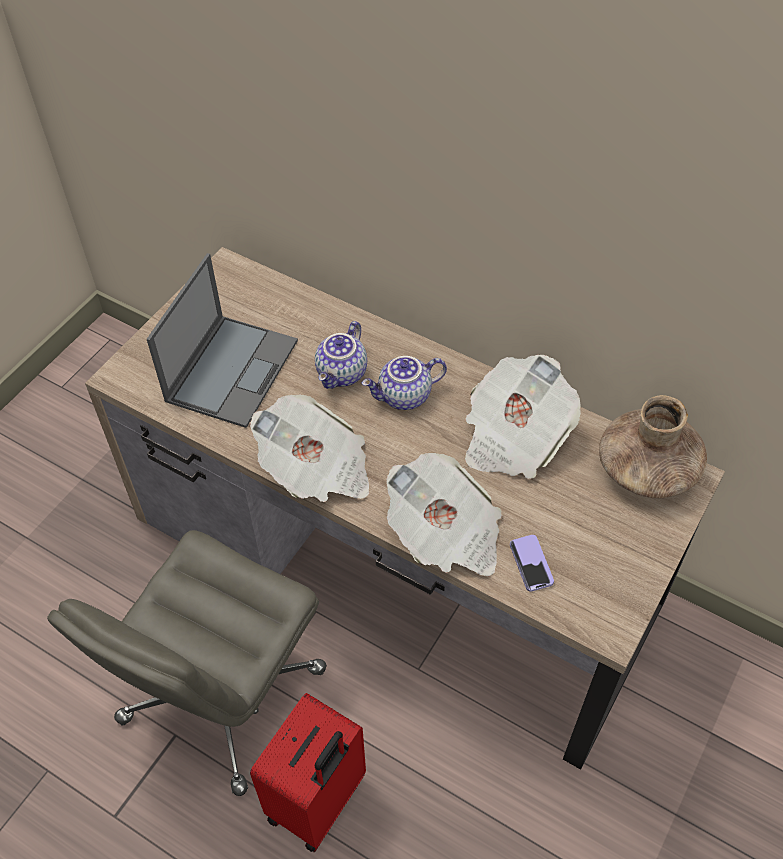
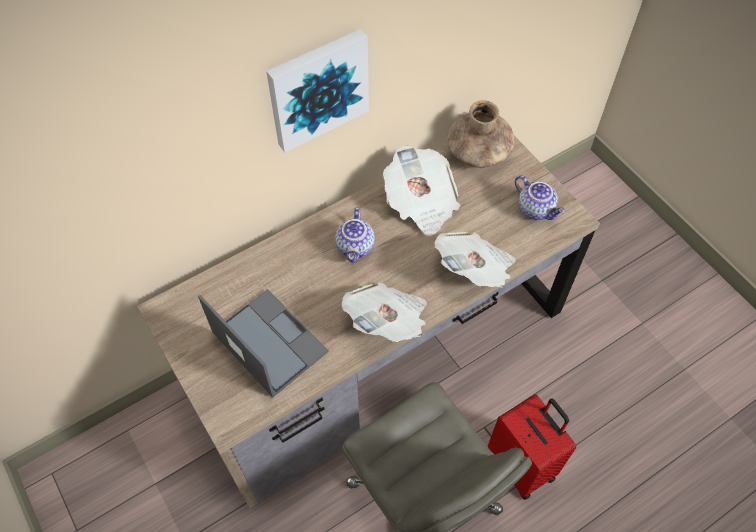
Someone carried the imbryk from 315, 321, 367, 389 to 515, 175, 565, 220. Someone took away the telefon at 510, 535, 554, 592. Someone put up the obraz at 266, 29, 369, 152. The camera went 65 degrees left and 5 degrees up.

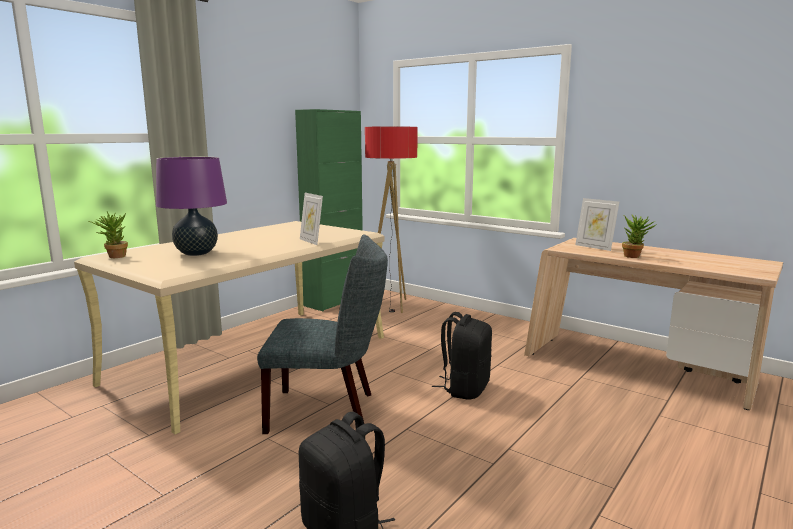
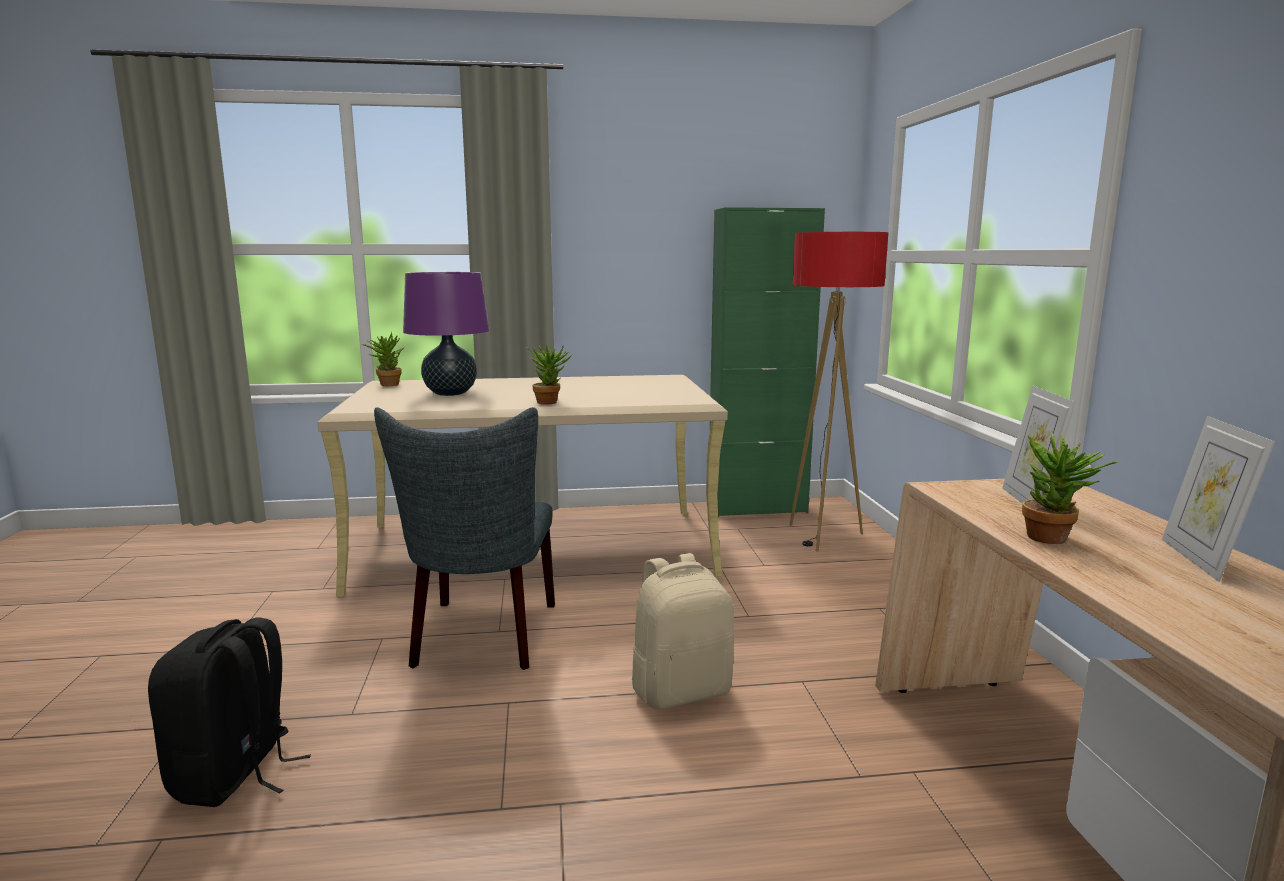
Someone carried the ramka na zdjęcie from 300, 193, 323, 245 to 1162, 416, 1275, 582. Someone rotated the krzesło [szary] at 257, 235, 388, 434 by 45 degrees clockwise. Someone repainted the plecak [czarny] at 432, 312, 492, 400, which became the plecak [beżowy] at 631, 553, 734, 710. Someone put down the roślina doniczkowa at 527, 345, 572, 405. The camera went 45 degrees right and 0 degrees up.

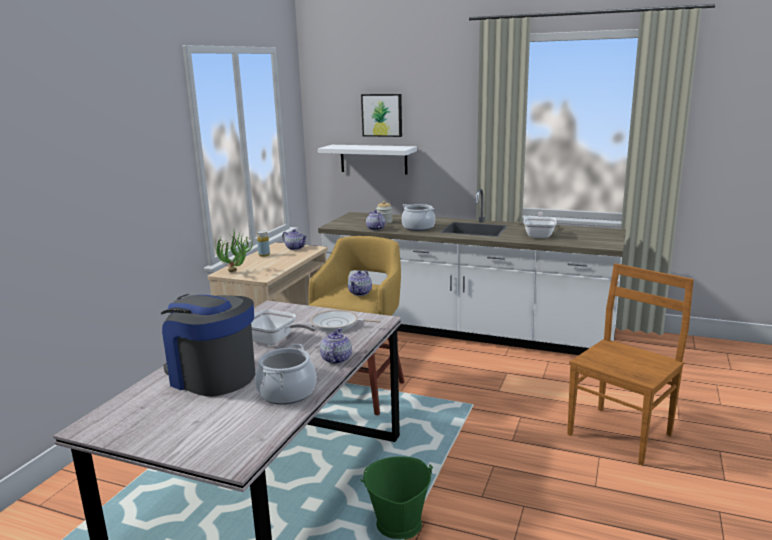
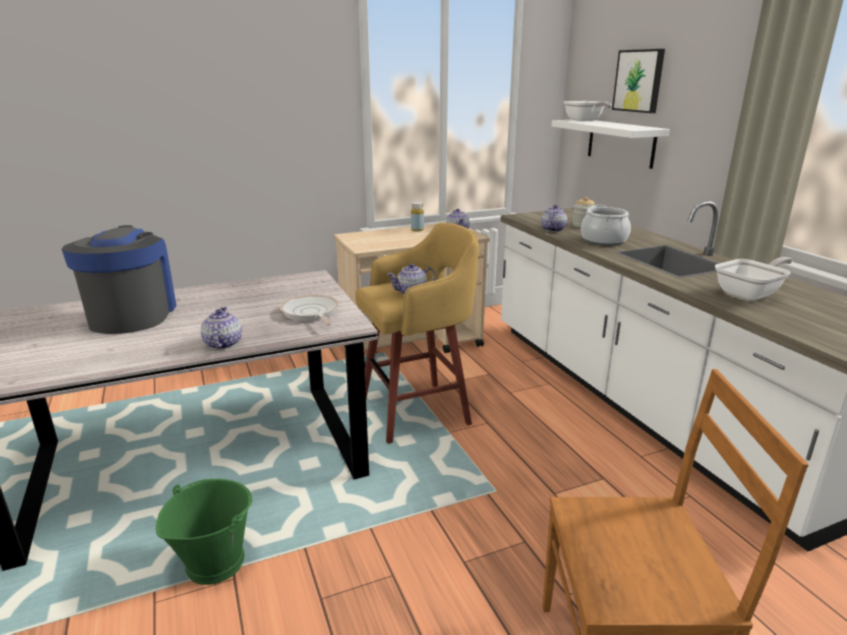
Someone took away the roślina doniczkowa at 215, 232, 253, 272. Someone carried the patelnia from 251, 310, 317, 345 to 564, 101, 612, 121. Someone rotated the imbryk at 320, 328, 352, 364 by 60 degrees counterclockwise. Someone took away the garnek at 255, 344, 316, 405. The camera went 45 degrees right and 5 degrees up.

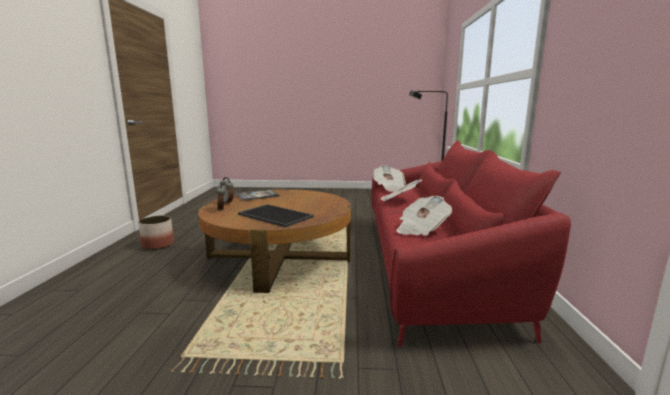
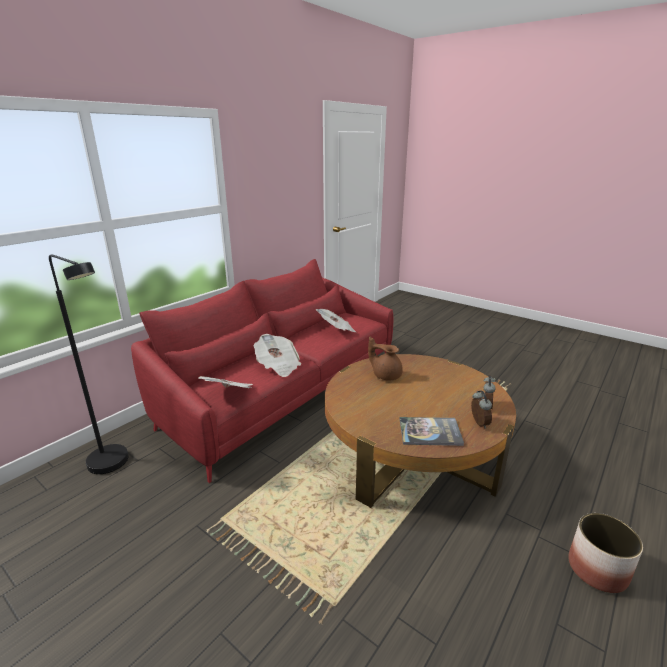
Someone took away the taca at 238, 204, 314, 228. Someone put down the imbryk [brązowy] at 368, 337, 403, 381. The camera went 145 degrees left and 10 degrees up.

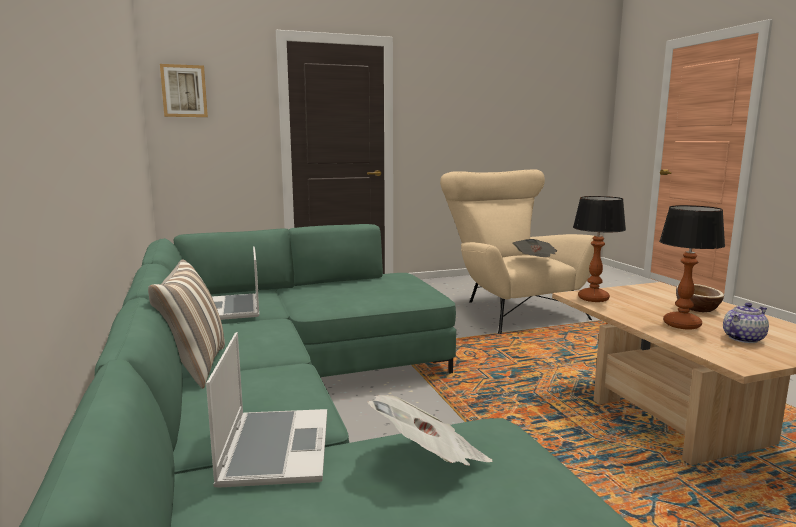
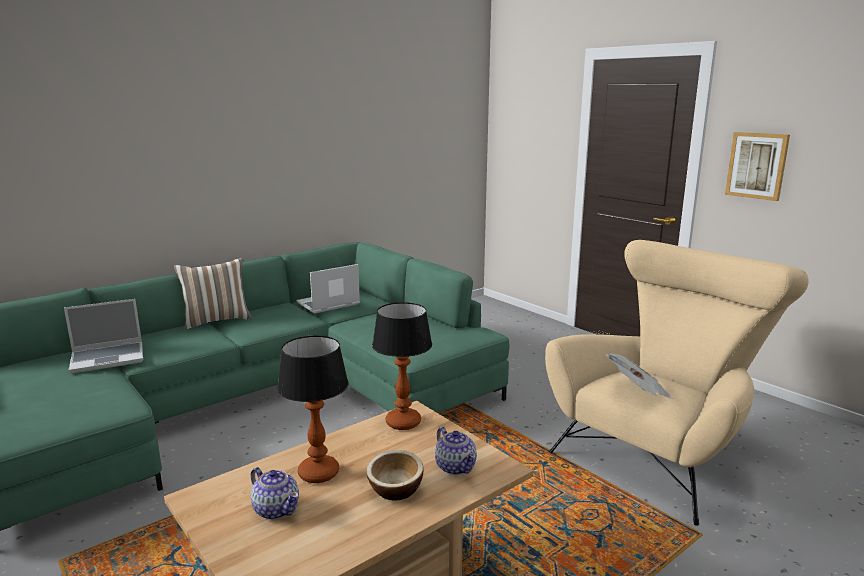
Someone carried the obraz from 160, 64, 208, 117 to 725, 132, 790, 201. Someone took away the gazeta at 367, 395, 493, 466. Someone put down the imbryk at 435, 427, 477, 475. The camera went 70 degrees right and 5 degrees up.

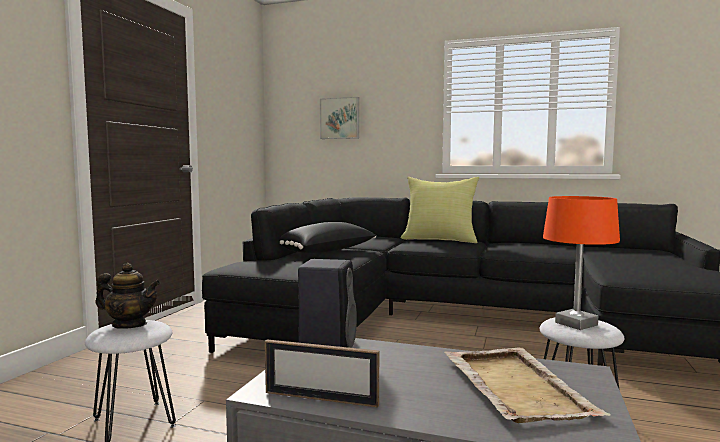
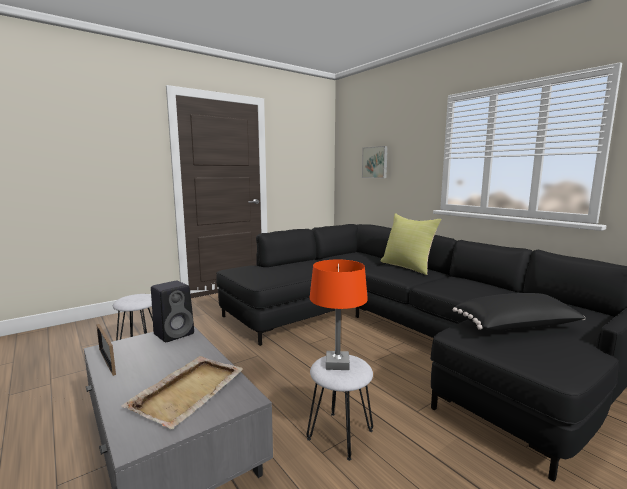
Someone carried the poduszka [czarny] from 280, 222, 376, 253 to 452, 293, 586, 331. Someone took away the imbryk at 95, 263, 161, 329. The camera went 35 degrees right and 5 degrees up.

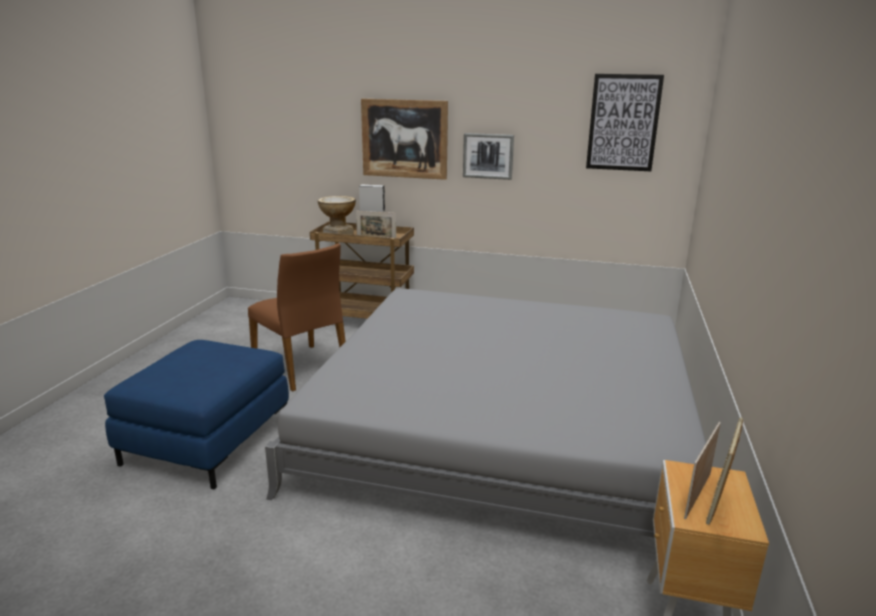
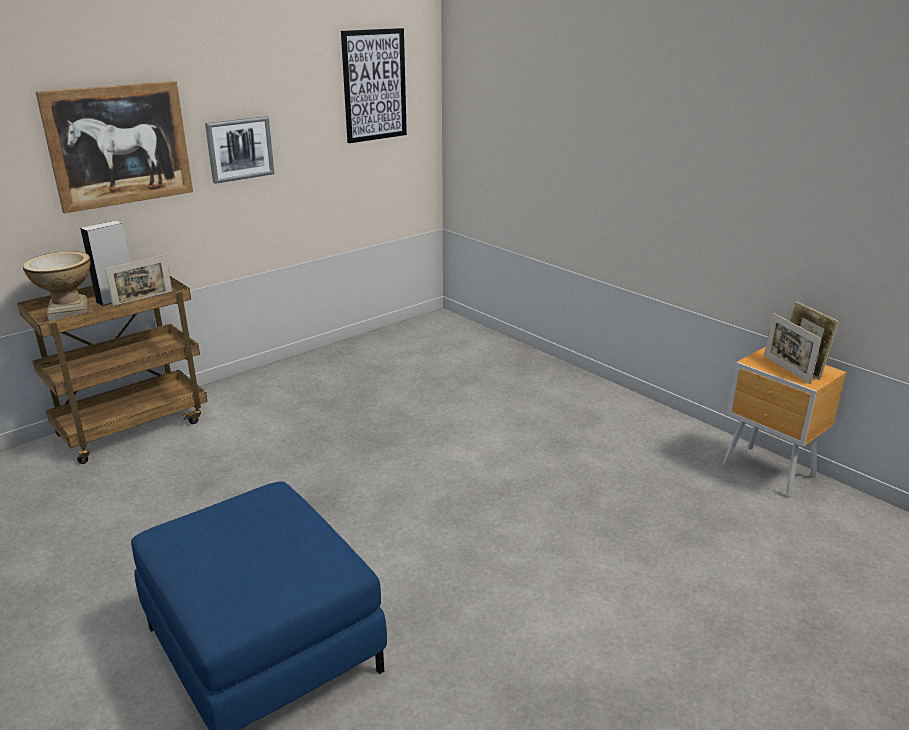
Someone took away the krzesło [brązowy] at 248, 243, 346, 392. Someone took away the łóżko [szary] at 265, 289, 706, 538. The camera went 55 degrees left and 5 degrees up.

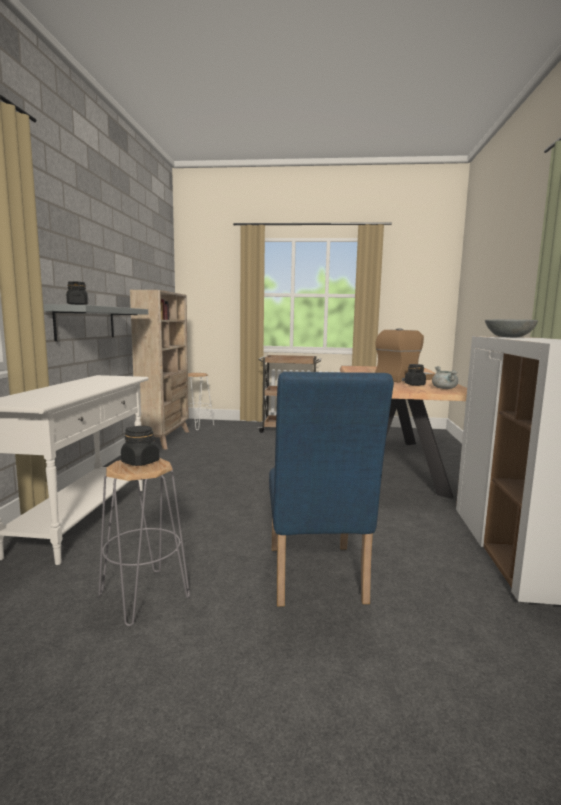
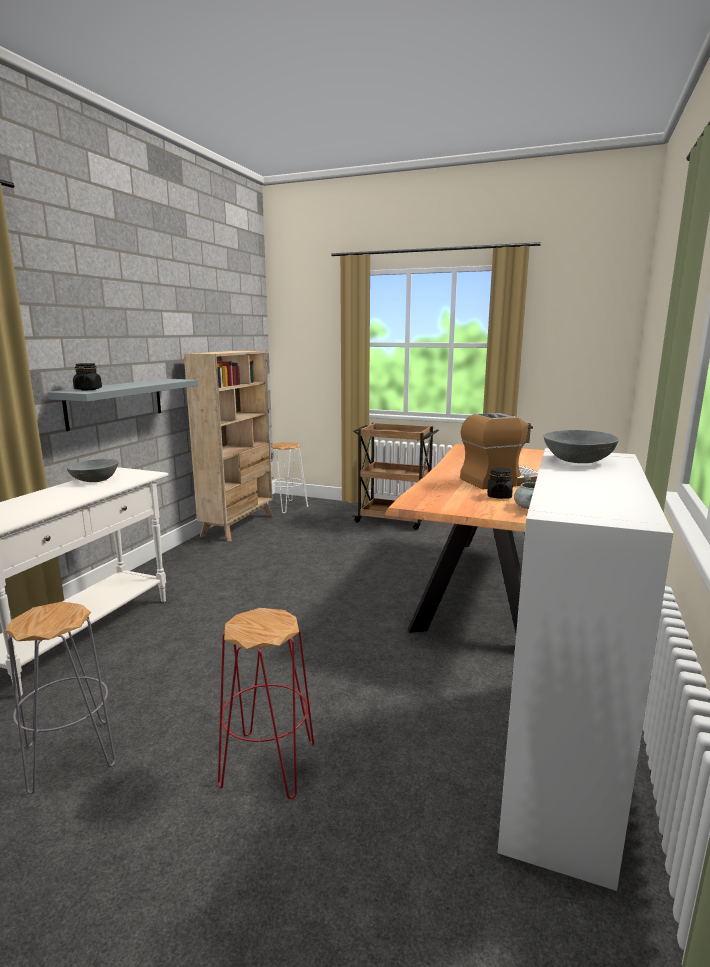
Someone swapped the krzesło [niebieski] at 269, 372, 394, 607 for the stołek [czerwony] at 218, 608, 314, 799. Someone took away the słoik [czarny] at 121, 426, 159, 466. Someone put down the miska [szary] at 67, 459, 119, 482. The camera went 15 degrees right and 5 degrees up.

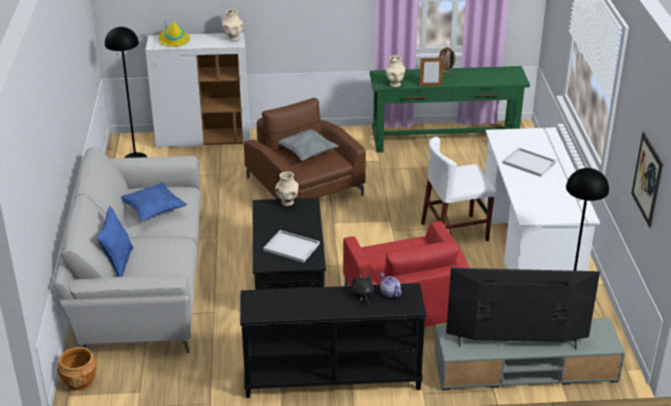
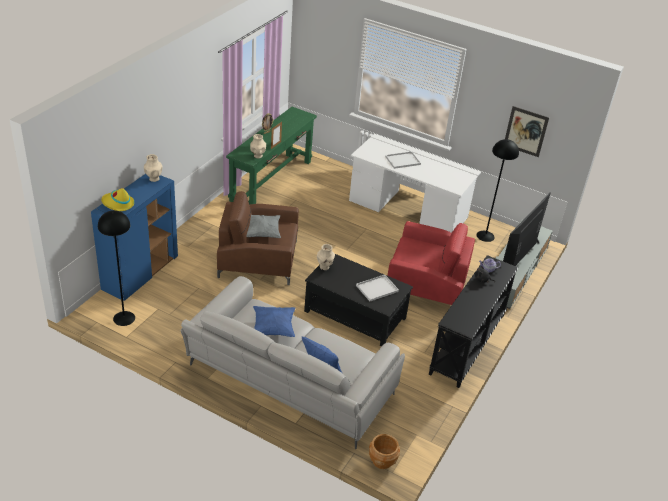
Someone repainted the szafka [biały] at 145, 33, 250, 148, which became the szafka [niebieski] at 91, 174, 178, 301. Someone took away the krzesło [biały] at 421, 137, 496, 241. The camera went 60 degrees left and 5 degrees up.

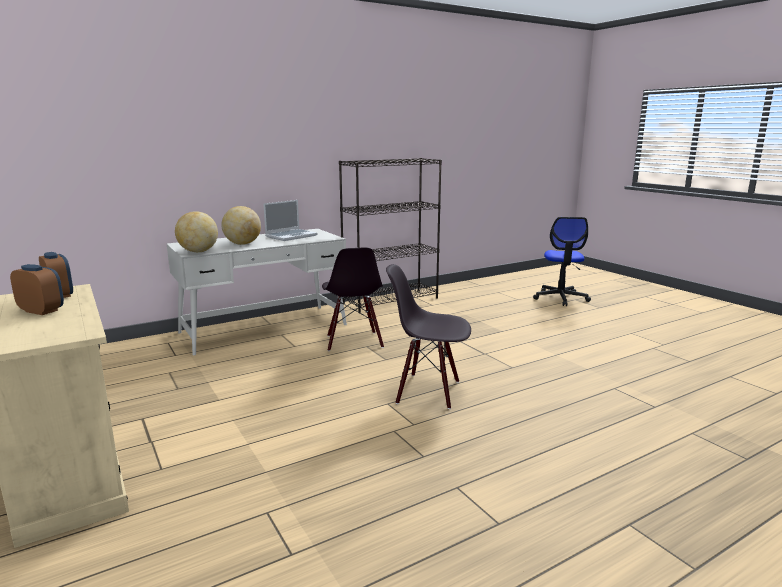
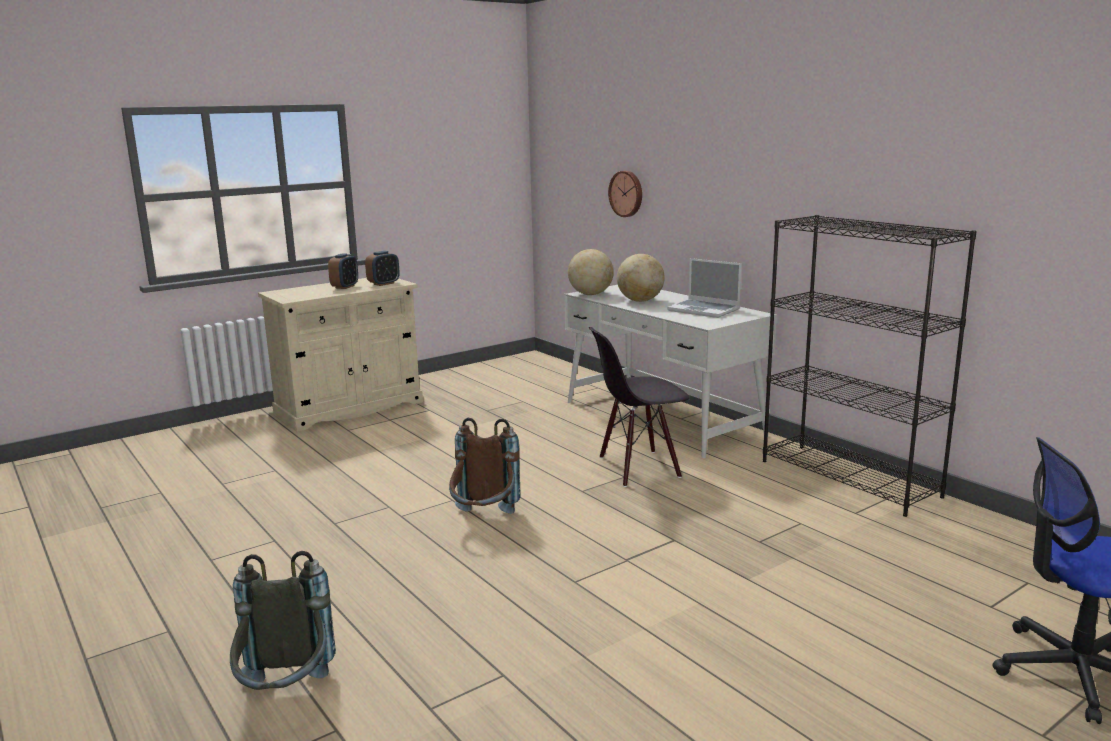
Someone swapped the krzesło [czarny] at 386, 264, 471, 409 for the plecak [brązowy] at 449, 418, 521, 514. Someone put up the zegar ścienny at 608, 171, 642, 217. Someone put down the plecak [szary] at 230, 551, 336, 690. The camera went 85 degrees right and 0 degrees up.

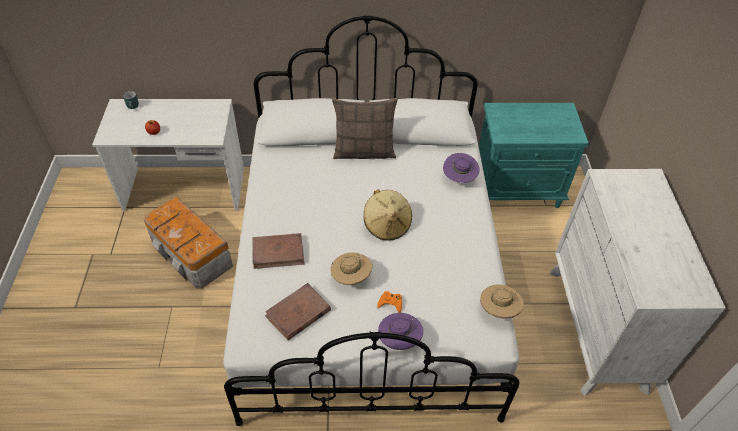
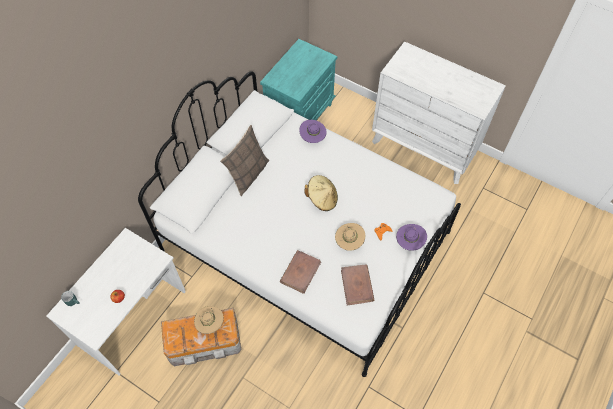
Someone carried the kapelusz [beżowy] from 480, 285, 524, 318 to 194, 306, 224, 334. The camera went 55 degrees left and 10 degrees up.

